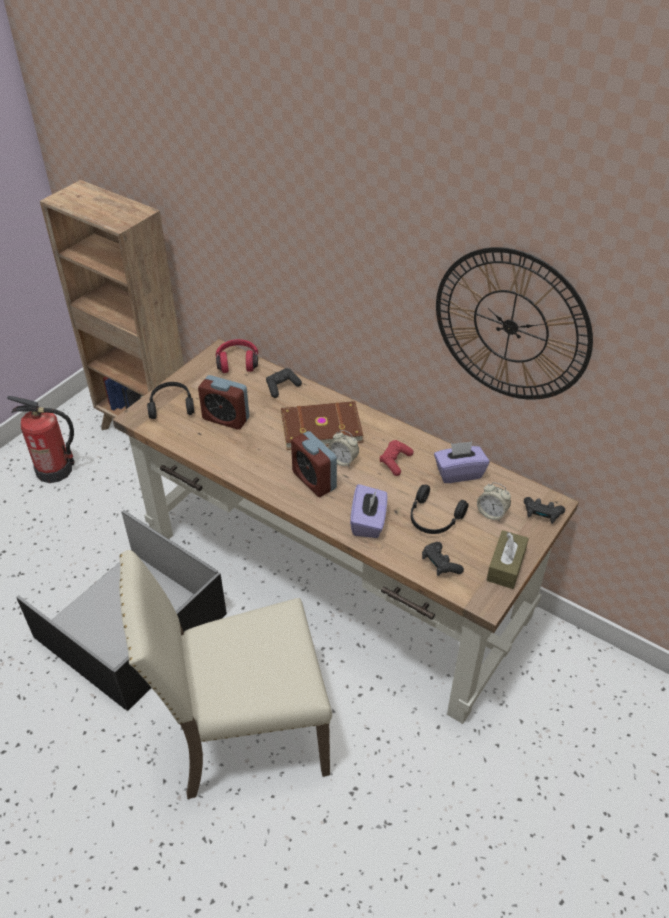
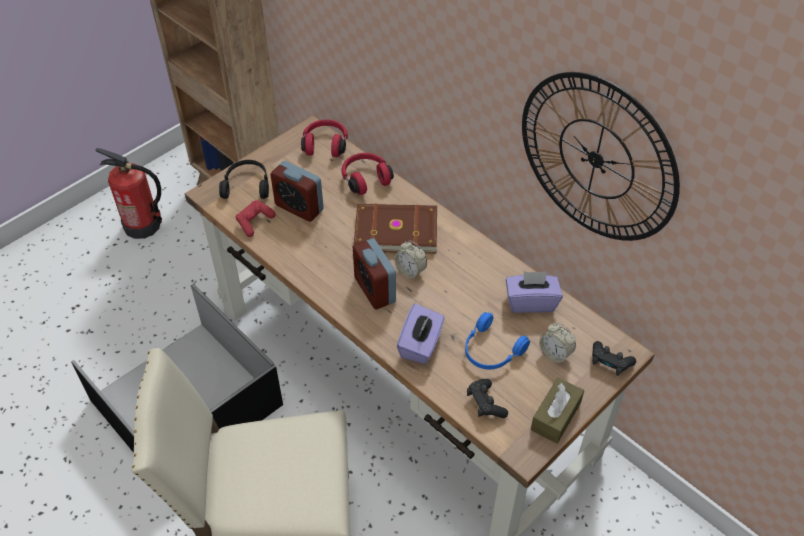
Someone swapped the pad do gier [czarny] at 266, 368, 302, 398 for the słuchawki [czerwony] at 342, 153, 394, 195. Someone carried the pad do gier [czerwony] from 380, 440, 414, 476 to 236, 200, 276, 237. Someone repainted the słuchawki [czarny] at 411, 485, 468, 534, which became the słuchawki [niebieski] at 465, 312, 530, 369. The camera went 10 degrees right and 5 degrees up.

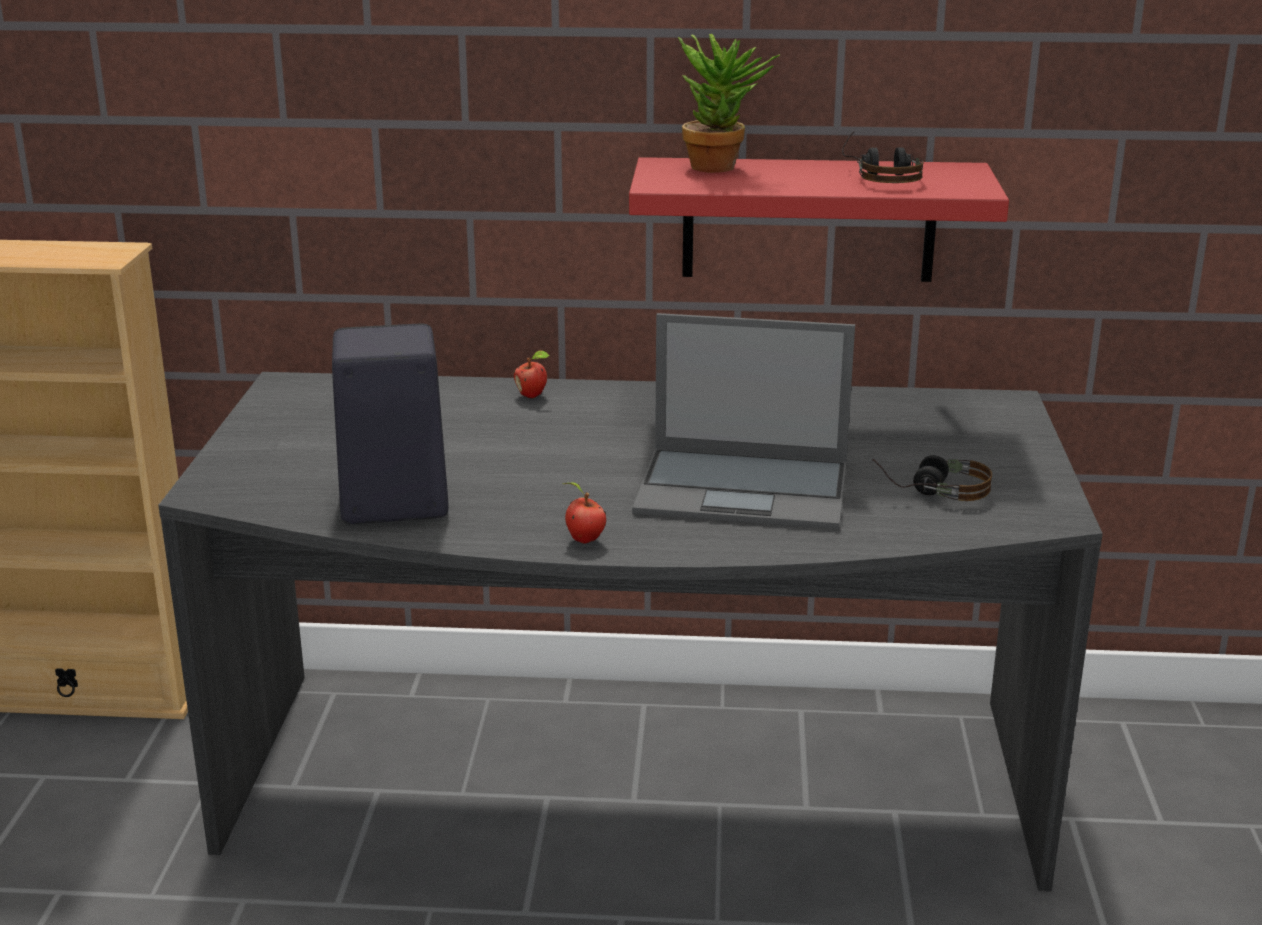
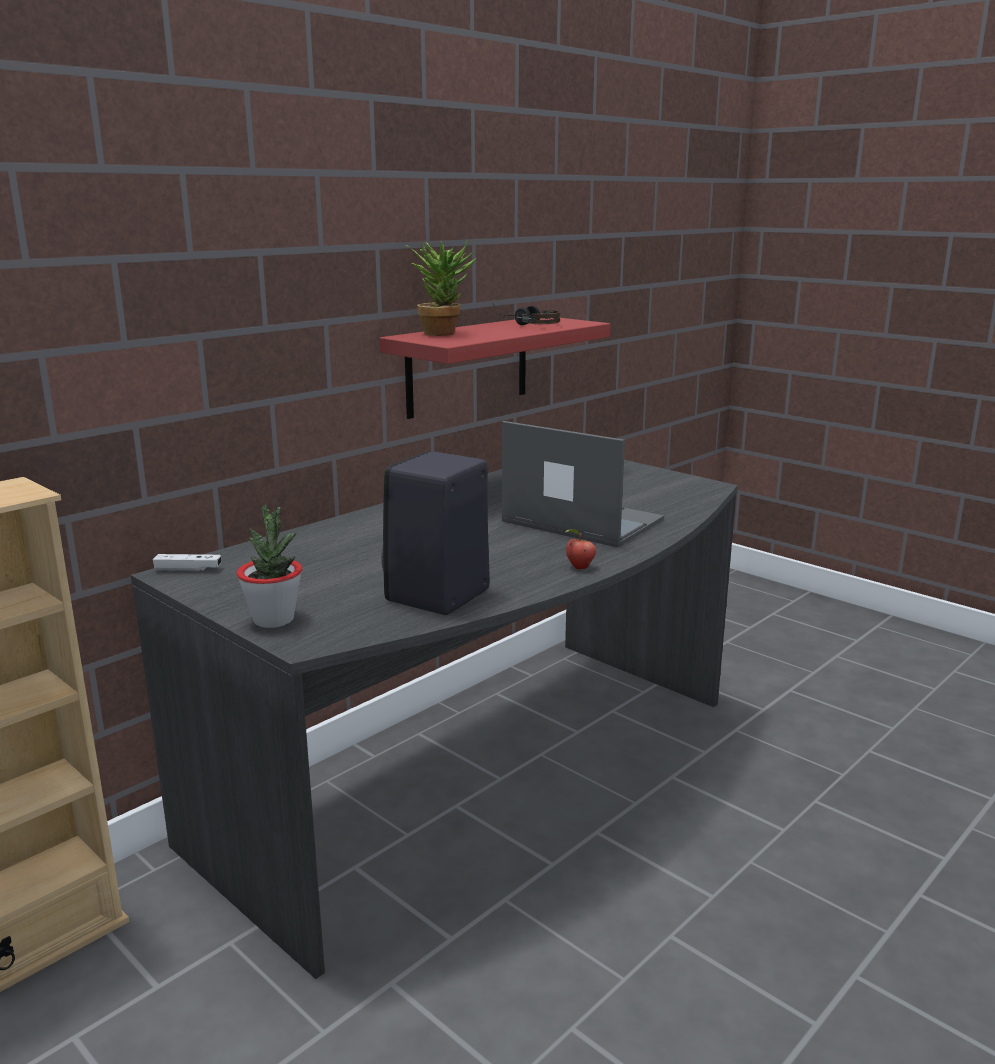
Someone rotated the laptop at 632, 313, 855, 530 by 105 degrees counterclockwise. Someone took away the jabłko at 514, 350, 550, 398. Someone took away the słuchawki at 873, 455, 992, 501. Someone put down the roślina doniczkowa at 237, 504, 302, 628. Someone put down the pad do gier [biały] at 153, 554, 222, 571. The camera went 50 degrees left and 5 degrees down.

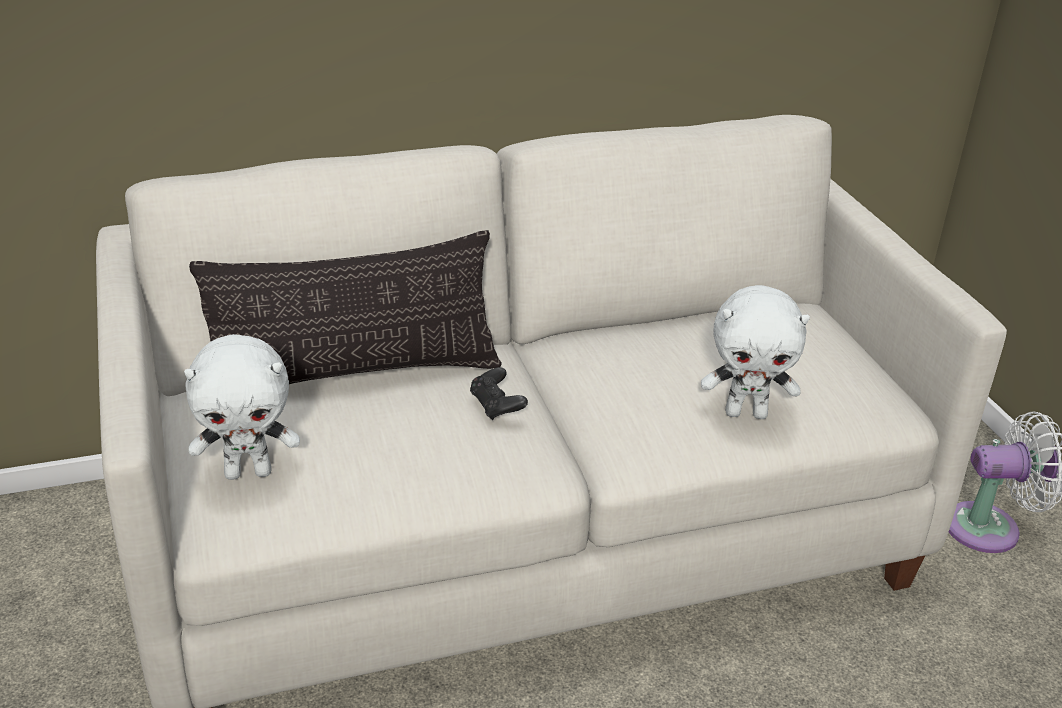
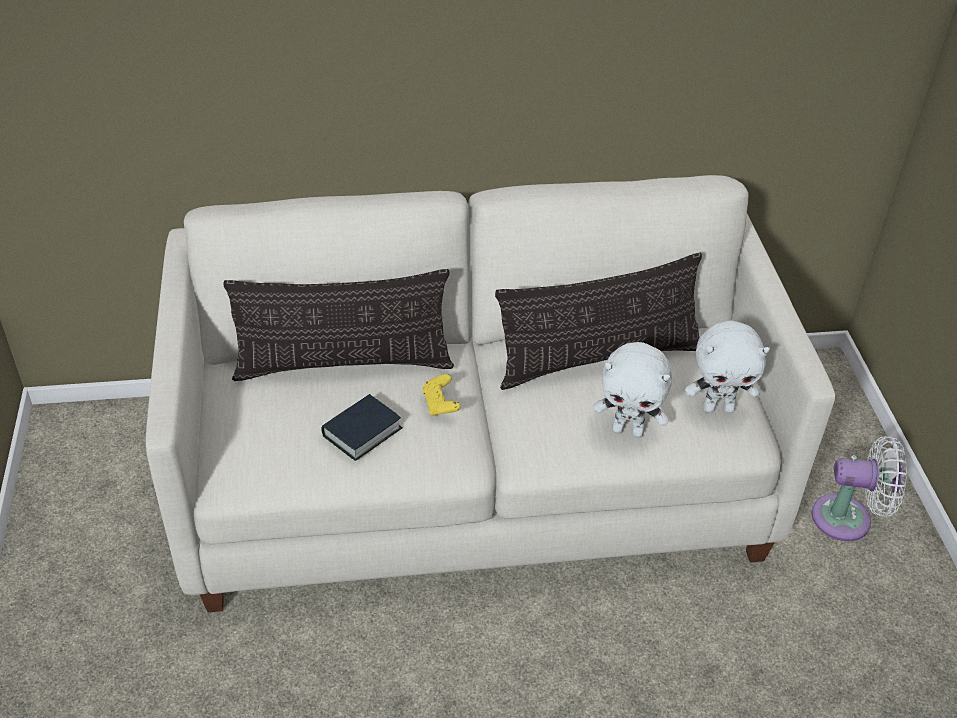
Someone carried the pluszak [biały] from 184, 334, 300, 480 to 685, 321, 770, 413. Someone repainted the pad do gier [czarny] at 470, 367, 528, 420, which became the pad do gier [żółty] at 422, 374, 461, 416. Someone put down the poduszka at 495, 253, 702, 390. Someone put down the książka at 321, 394, 403, 461. The camera went 10 degrees right and 10 degrees up.

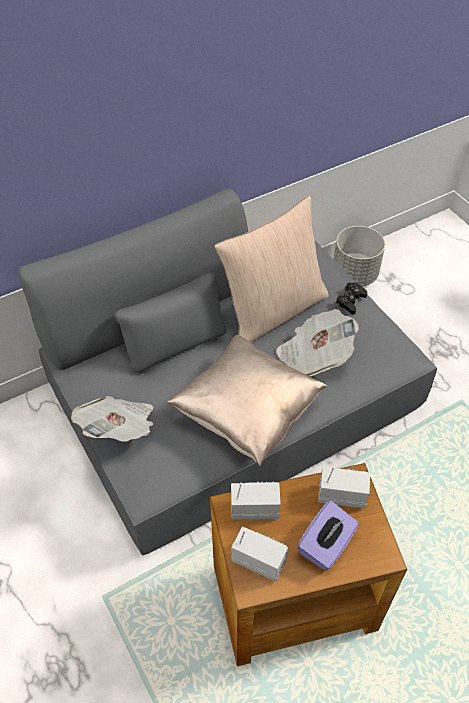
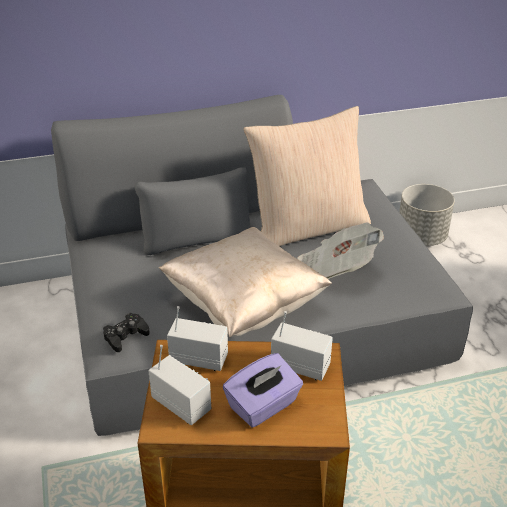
Someone carried the pad do gier [czarny] from 336, 283, 367, 315 to 103, 313, 150, 352. Someone took away the gazeta at 71, 396, 153, 442. The camera went 15 degrees right and 15 degrees down.

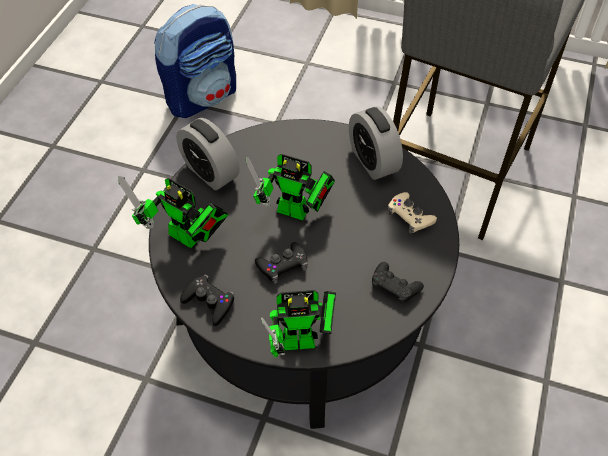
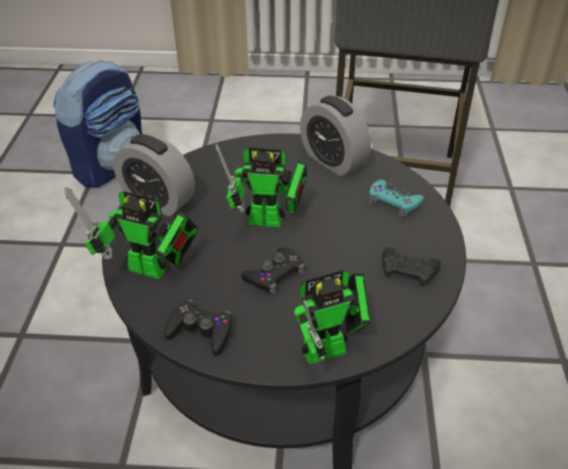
Someone repainted the pad do gier [beżowy] at 387, 192, 437, 234, which became the pad do gier [turkusowy] at 369, 180, 424, 217. The camera went 15 degrees left and 10 degrees down.

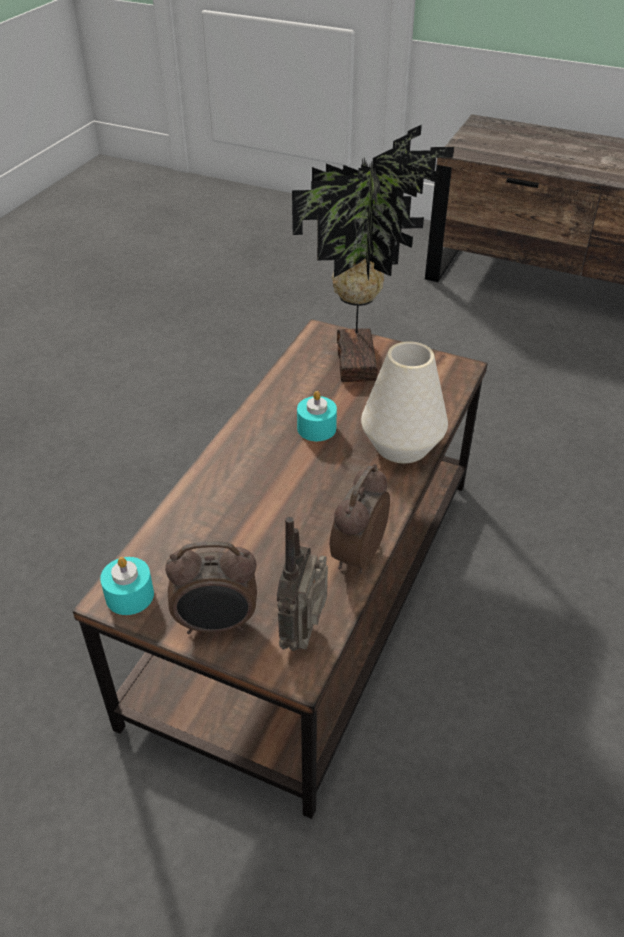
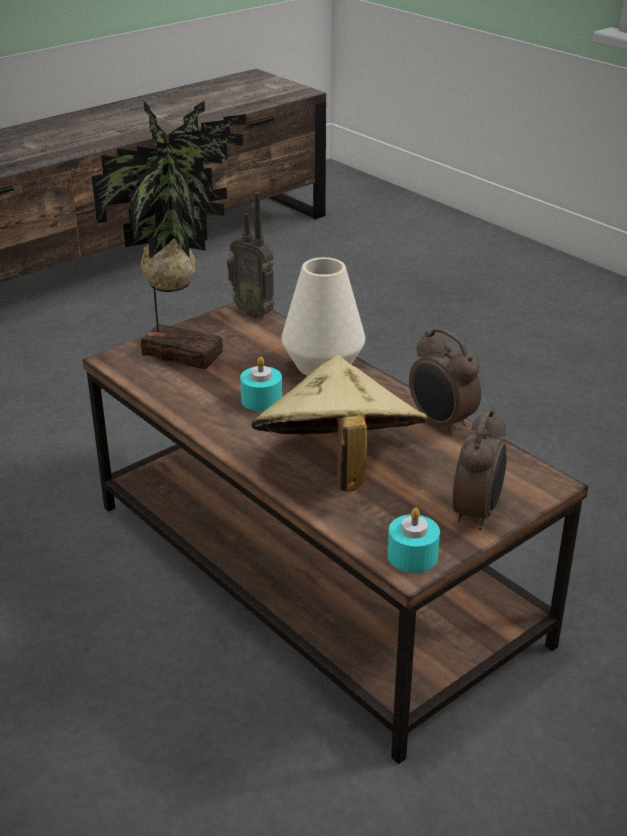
Someone carried the radio from 277, 517, 328, 651 to 227, 192, 277, 318. Someone put down the kapelusz [beżowy] at 251, 355, 427, 491. The camera went 65 degrees left and 10 degrees down.

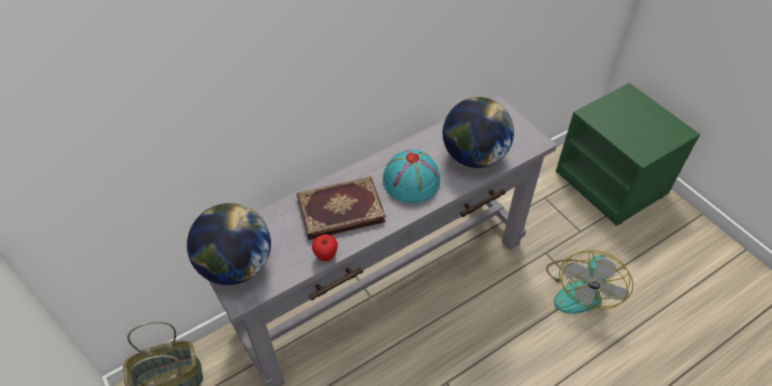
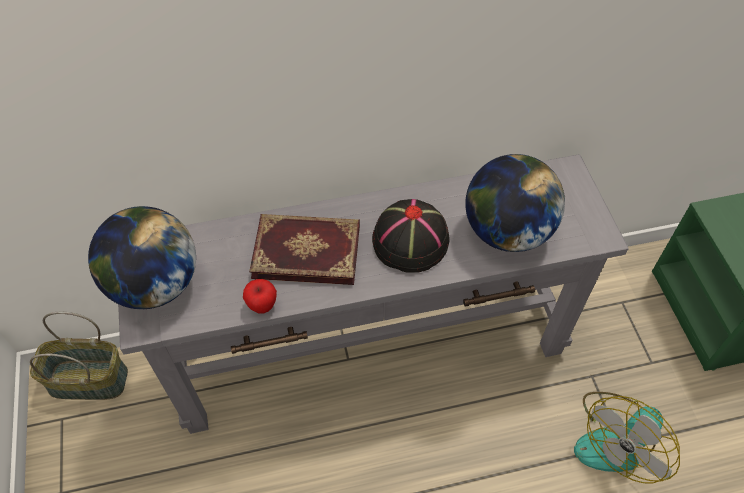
Someone repainted the kapelusz [turkusowy] at 383, 150, 440, 203, which became the kapelusz [czarny] at 372, 199, 450, 273. The camera went 20 degrees right and 5 degrees up.

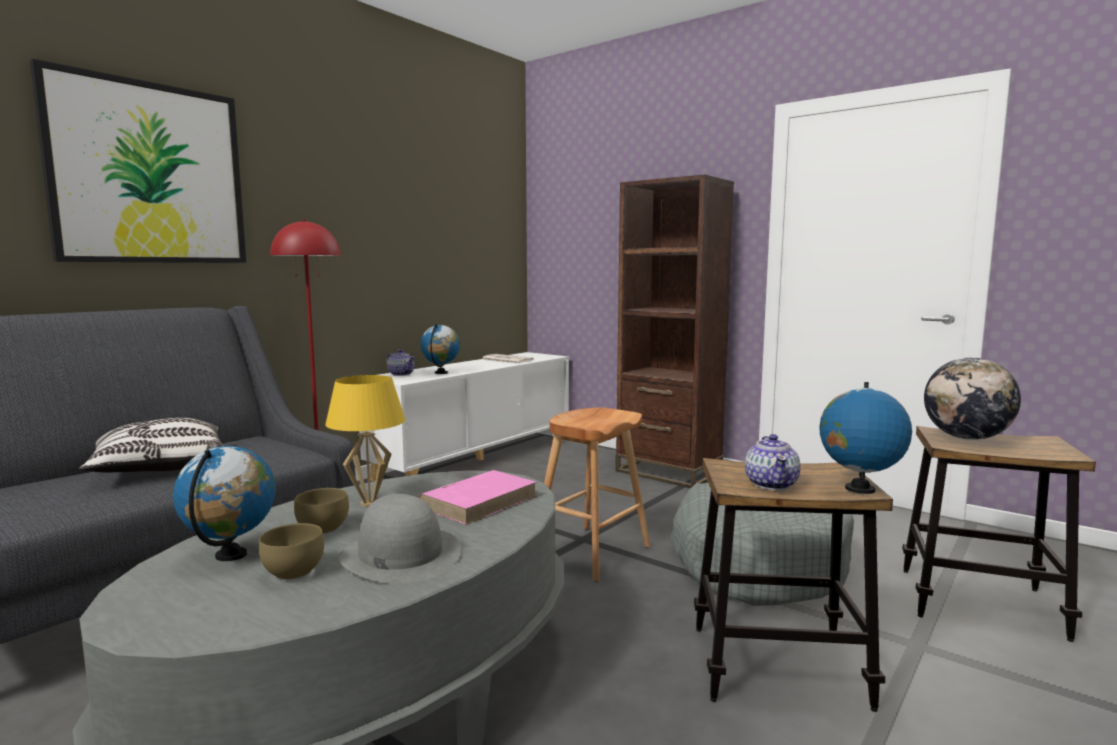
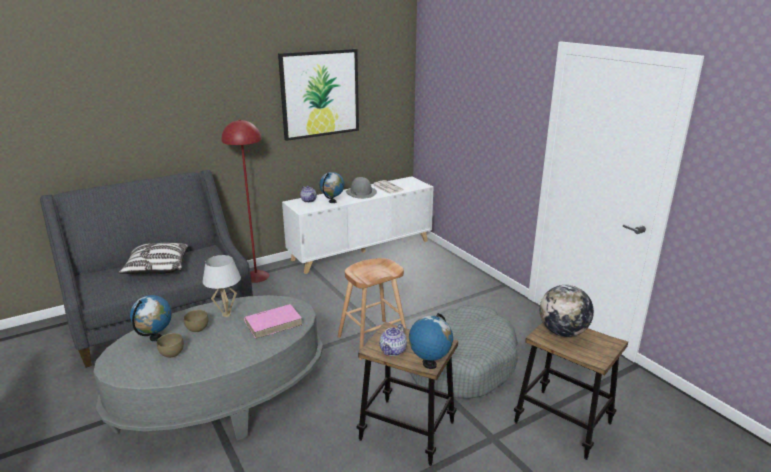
Someone carried the obraz from 30, 59, 246, 263 to 278, 49, 359, 141. Someone took away the regał [brązowy] at 615, 175, 734, 488. Someone repainted the lampa stołowa [żółty] at 325, 375, 405, 507, which became the lampa stołowa [biały] at 202, 255, 241, 317. Someone carried the kapelusz [szary] from 338, 494, 461, 584 to 346, 177, 377, 199. The camera went 20 degrees right and 15 degrees up.

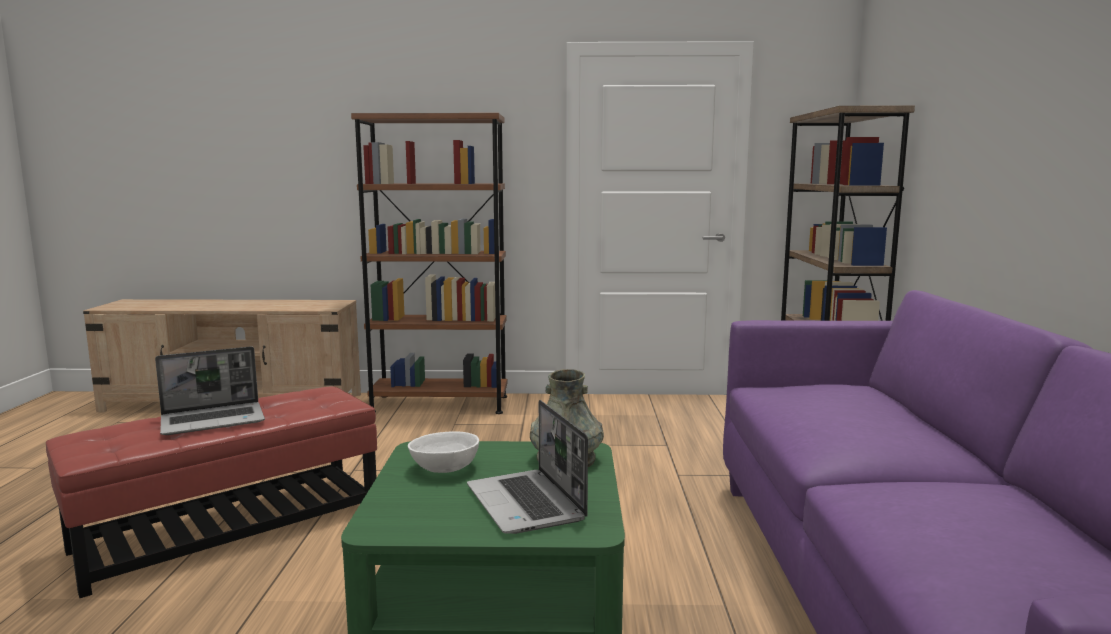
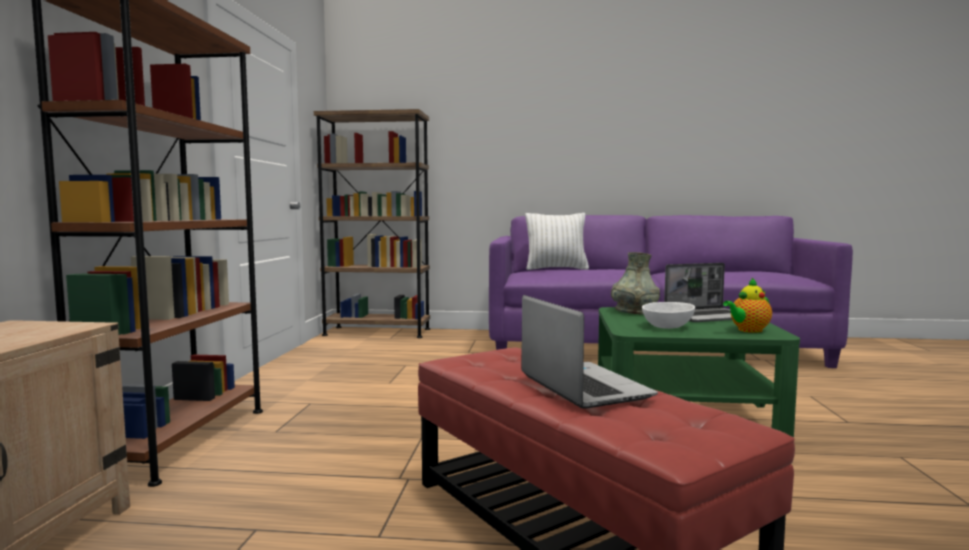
Someone put down the poduszka [biały] at 525, 213, 589, 270. Someone put down the imbryk at 723, 278, 772, 333. The camera went 85 degrees left and 5 degrees down.

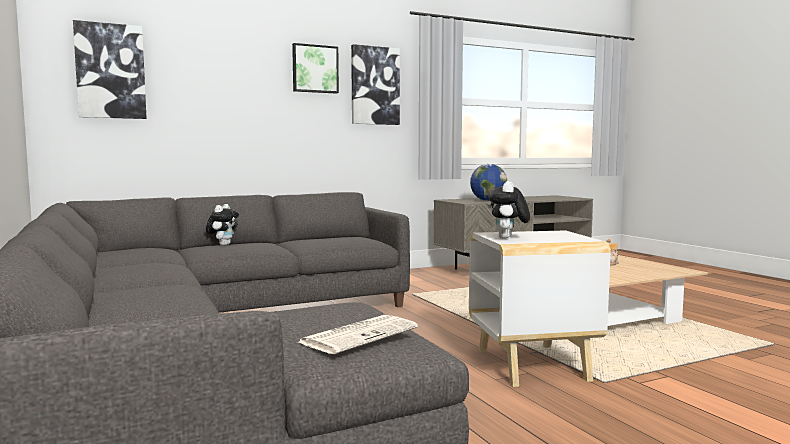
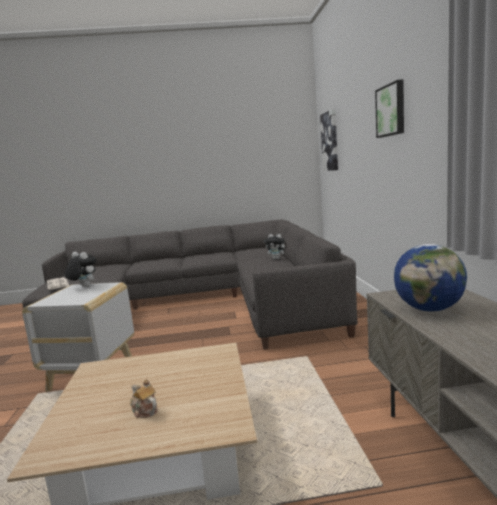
Someone took away the obraz at 351, 44, 400, 125. The camera went 110 degrees right and 5 degrees up.

